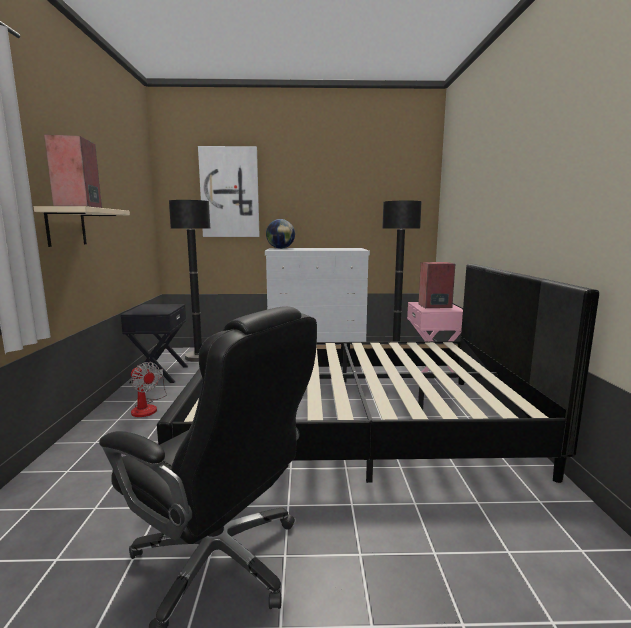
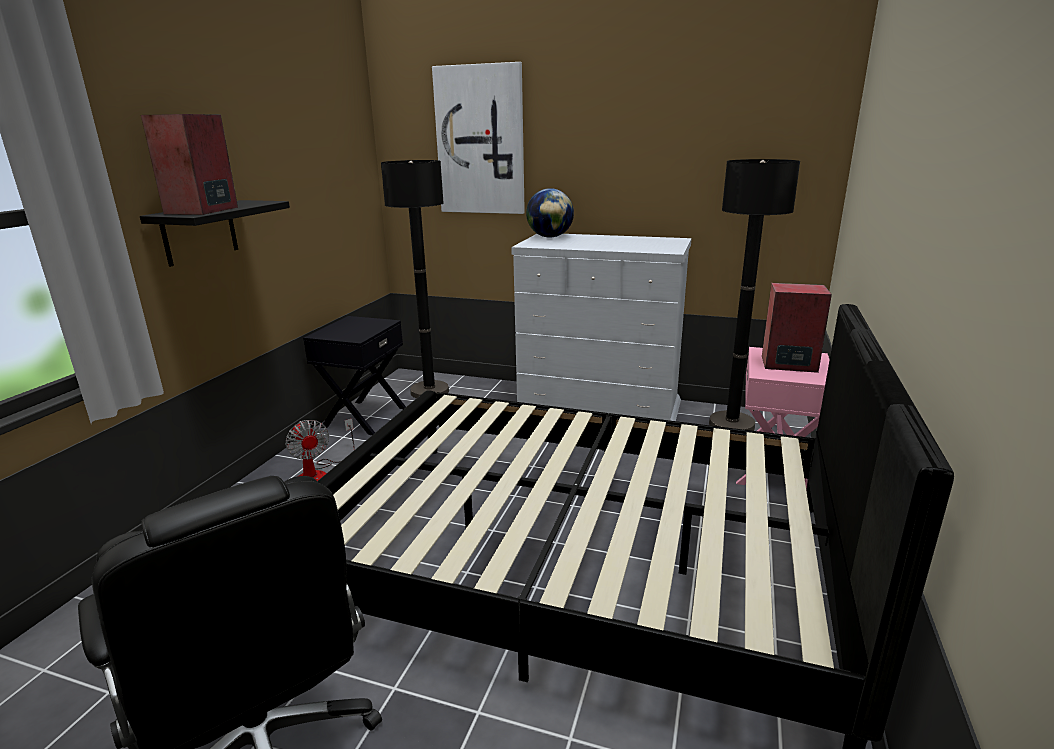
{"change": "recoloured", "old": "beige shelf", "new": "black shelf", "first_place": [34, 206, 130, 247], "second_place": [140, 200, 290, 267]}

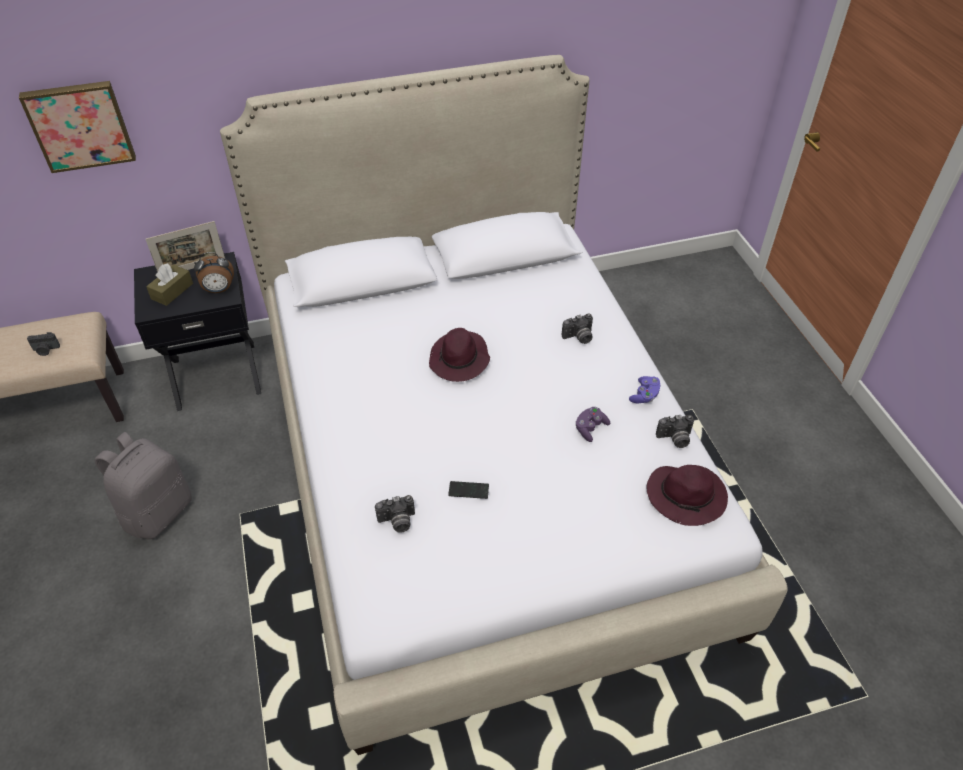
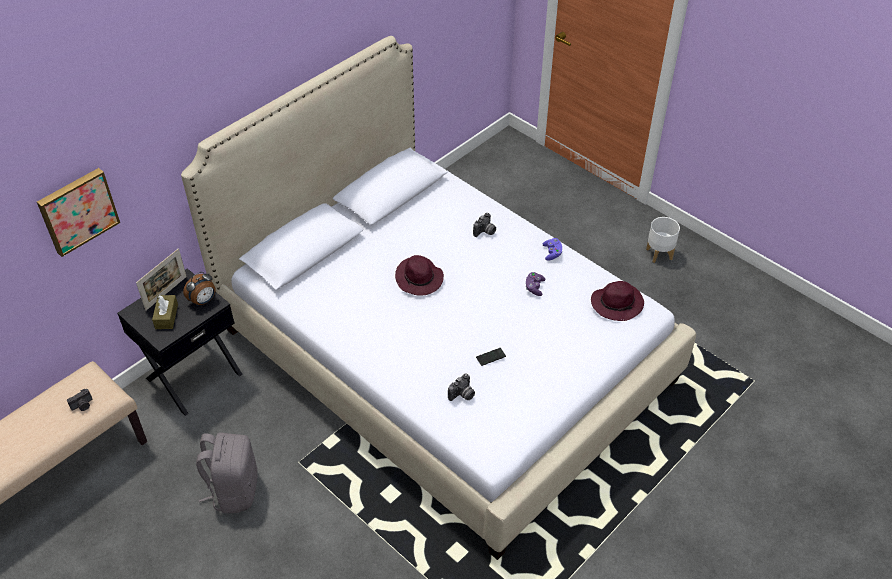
{"change": "removed", "old": "photo camera", "first_place": [656, 415, 694, 448]}
{"change": "added", "new": "white planter", "second_place": [646, 217, 680, 263]}

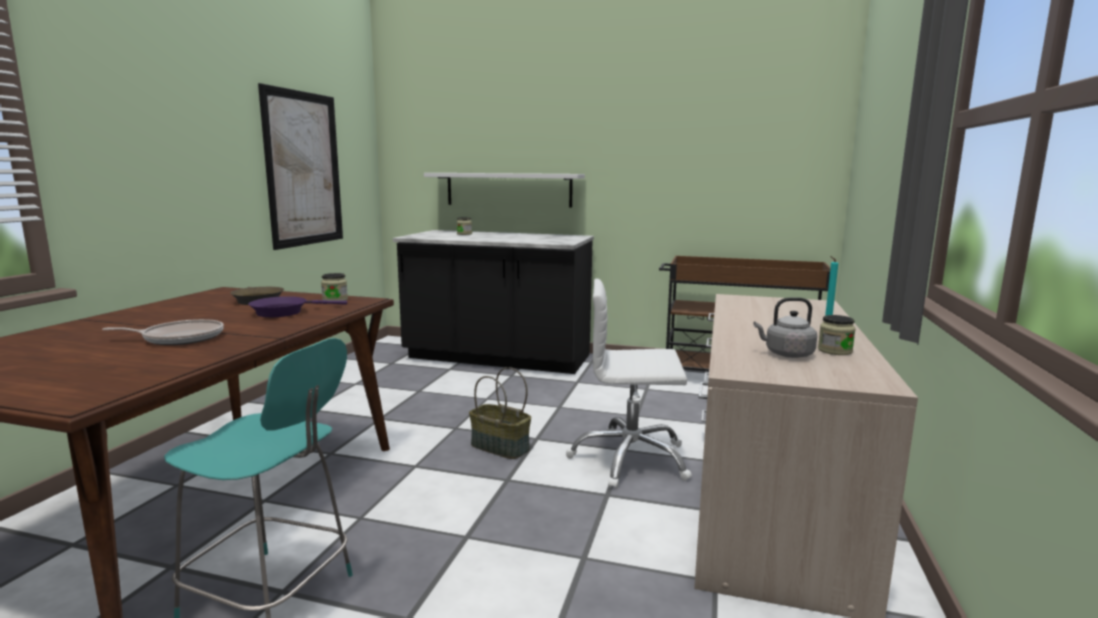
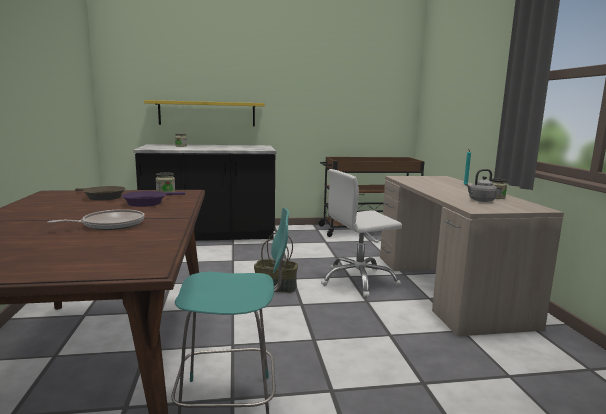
{"change": "removed", "old": "picture", "first_place": [258, 83, 343, 250]}
{"change": "recoloured", "old": "white shelf", "new": "yellow shelf", "first_place": [424, 173, 585, 208], "second_place": [144, 100, 265, 126]}

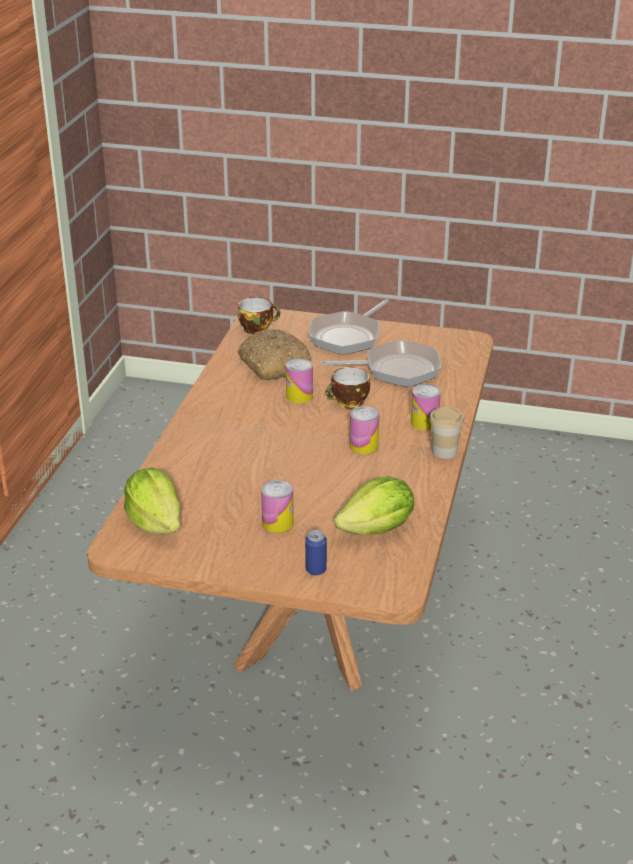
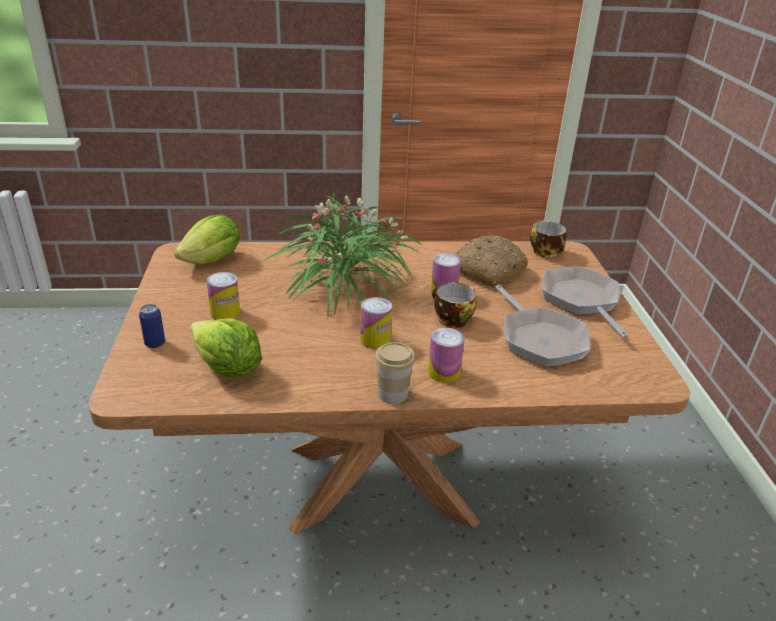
{"change": "turned", "old": "frying pan", "first_place": [309, 299, 389, 355], "second_place": [542, 266, 628, 338], "degrees": 60}
{"change": "added", "new": "potted plant", "second_place": [264, 192, 423, 318]}

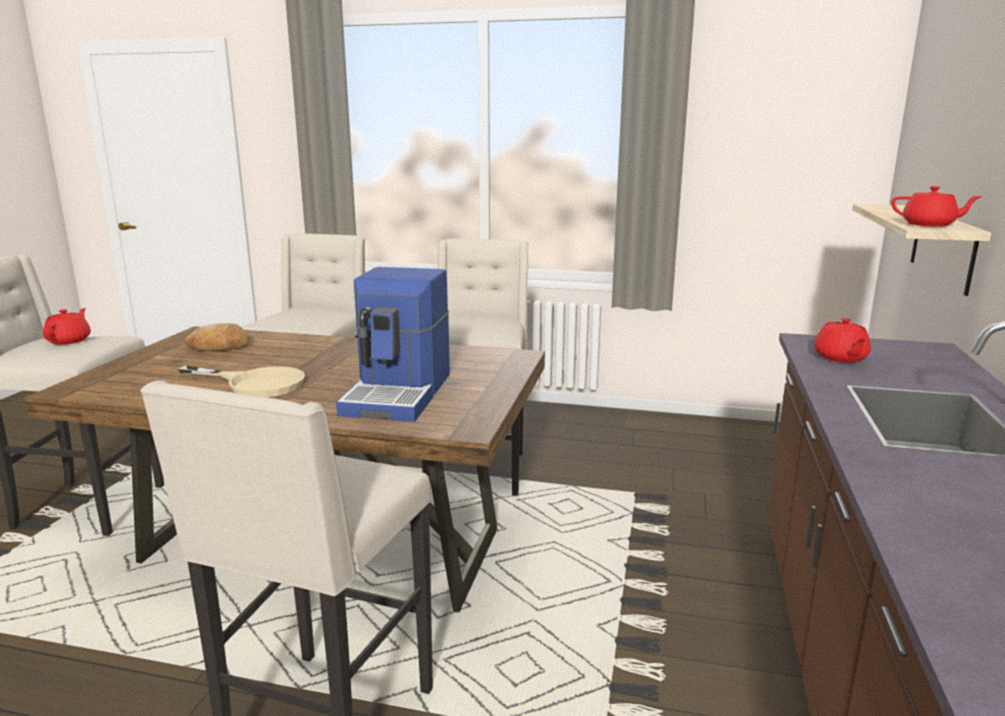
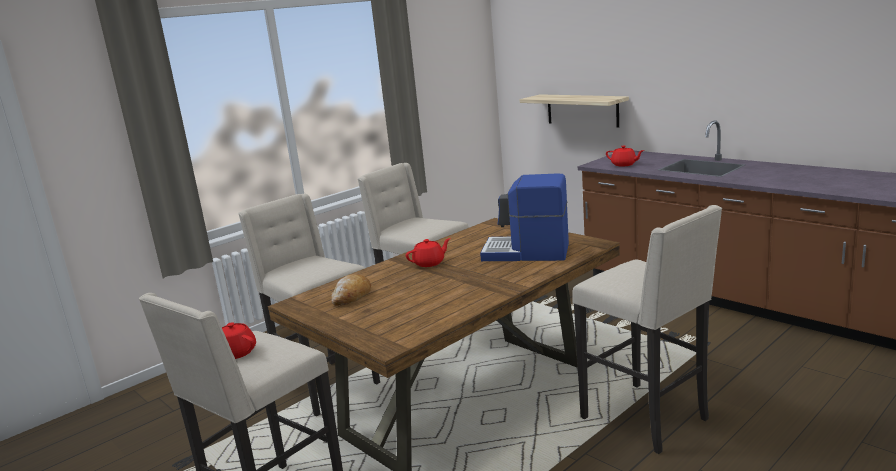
{"change": "moved", "old": "red teapot", "first_place": [891, 186, 983, 227], "second_place": [406, 238, 451, 267]}
{"change": "turned", "old": "coffee machine", "first_place": [336, 267, 450, 422], "second_place": [480, 173, 569, 261], "degrees": 150}
{"change": "removed", "old": "beige frying pan", "first_place": [178, 365, 305, 397]}

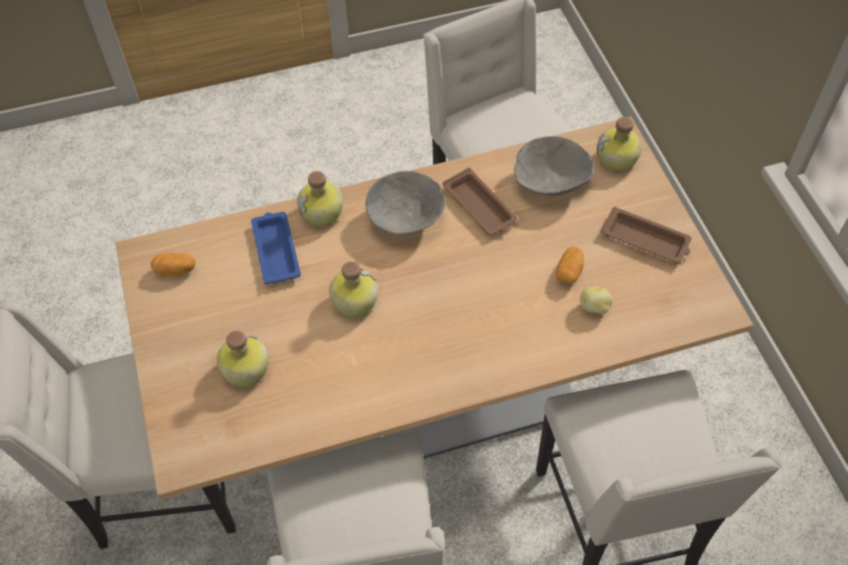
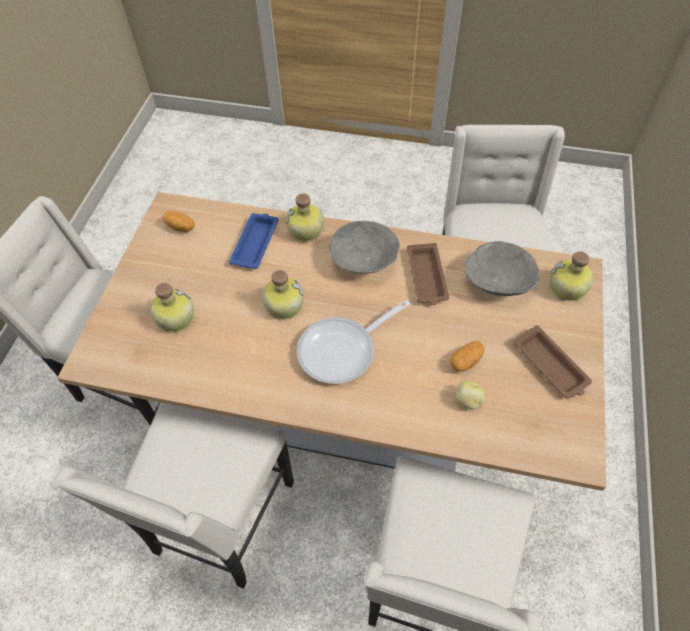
{"change": "added", "new": "frying pan", "second_place": [297, 300, 410, 384]}

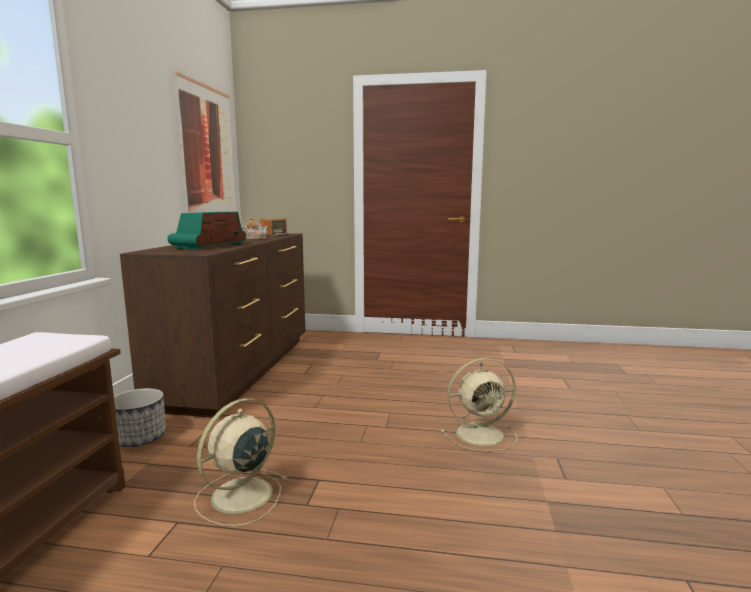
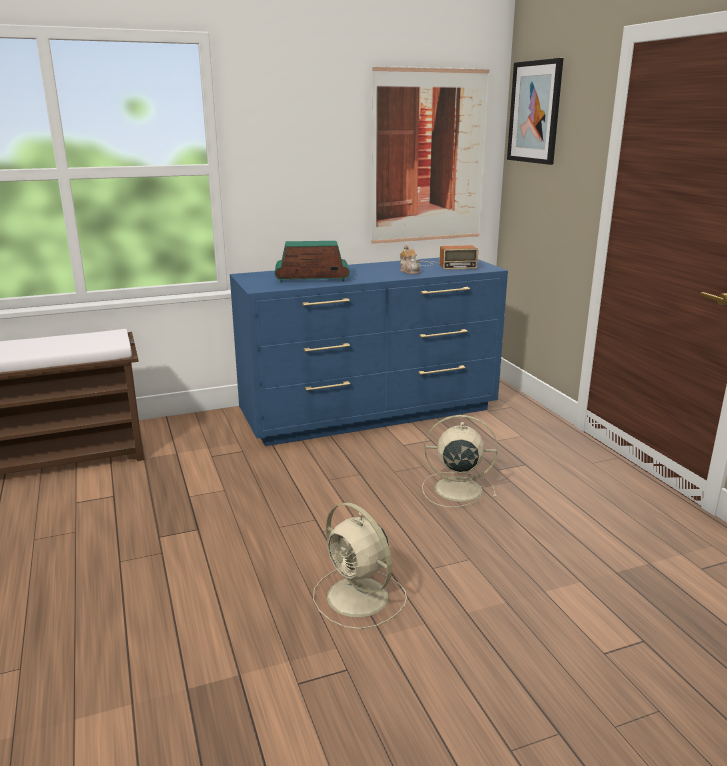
{"change": "recoloured", "old": "brown dresser", "new": "blue dresser", "first_place": [120, 233, 305, 418], "second_place": [230, 258, 508, 446]}
{"change": "removed", "old": "planter", "first_place": [114, 388, 166, 447]}
{"change": "moved", "old": "beige fan", "first_place": [194, 398, 288, 526], "second_place": [422, 415, 498, 508]}
{"change": "added", "new": "picture", "second_place": [507, 58, 563, 165]}

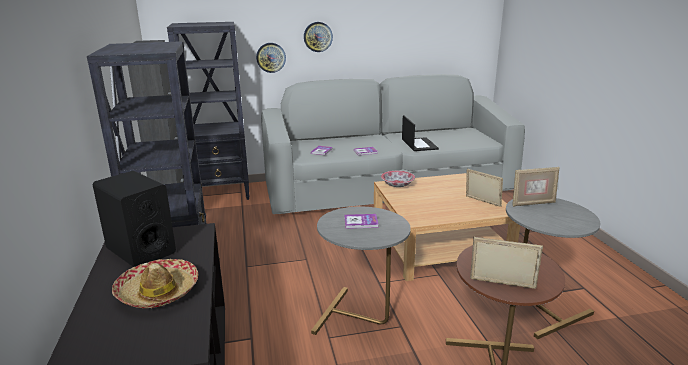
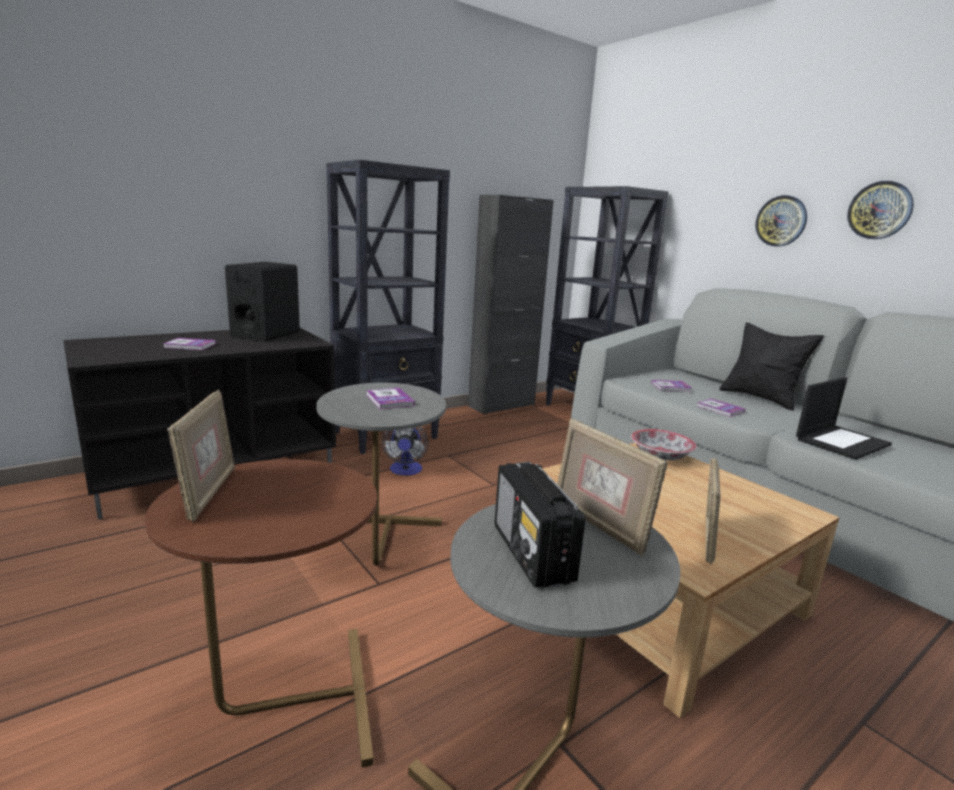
{"change": "moved", "old": "wall clock", "first_place": [256, 43, 286, 73], "second_place": [847, 181, 914, 239]}
{"change": "replaced", "old": "hat", "new": "book", "first_place": [112, 259, 198, 308], "second_place": [163, 338, 216, 350]}
{"change": "added", "new": "black pillow", "second_place": [719, 322, 824, 411]}
{"change": "added", "new": "fan", "second_place": [382, 426, 429, 475]}
{"change": "added", "new": "radio", "second_place": [495, 462, 585, 588]}

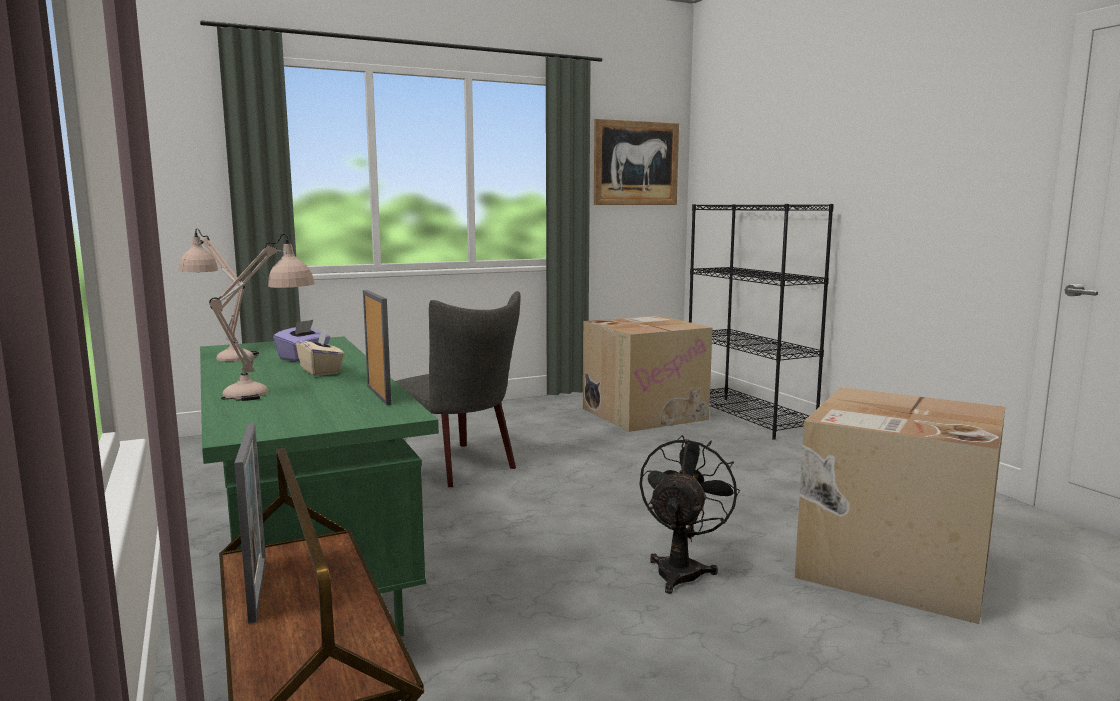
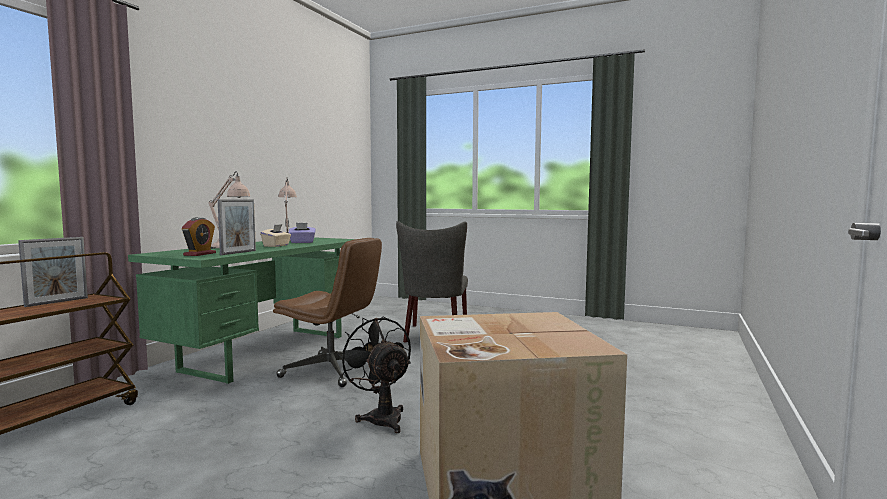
{"change": "removed", "old": "picture", "first_place": [594, 119, 679, 205]}
{"change": "removed", "old": "black bookcase", "first_place": [689, 204, 834, 440]}
{"change": "removed", "old": "cardboard box", "first_place": [583, 315, 713, 432]}
{"change": "turned", "old": "black fan", "first_place": [639, 435, 740, 594], "second_place": [337, 316, 411, 433], "degrees": -105}
{"change": "added", "new": "alarm clock", "second_place": [182, 217, 216, 256]}
{"change": "added", "new": "brown office chair", "second_place": [273, 238, 382, 387]}

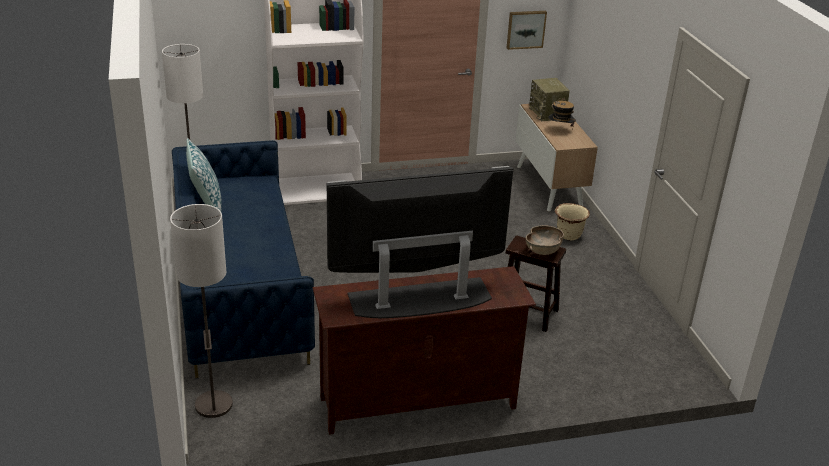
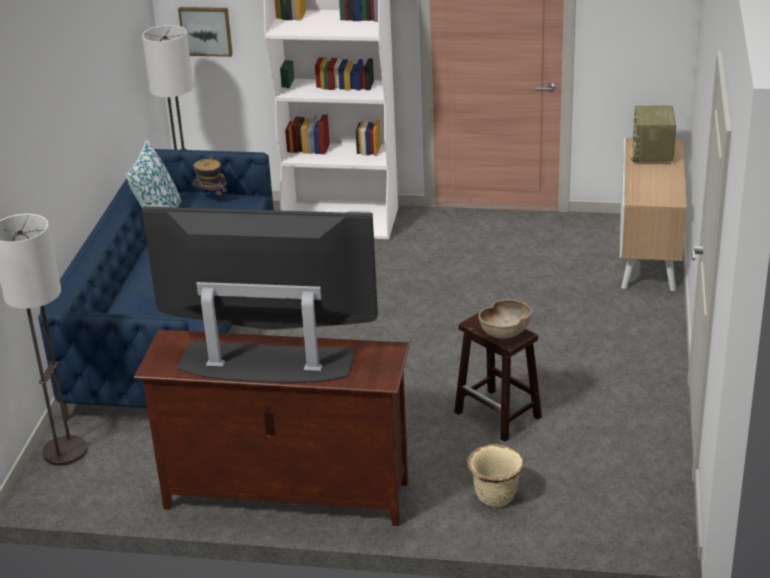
{"change": "moved", "old": "picture", "first_place": [507, 11, 547, 50], "second_place": [178, 7, 233, 57]}
{"change": "moved", "old": "hat", "first_place": [548, 98, 576, 126], "second_place": [192, 156, 227, 195]}
{"change": "moved", "old": "beige planter", "first_place": [555, 203, 590, 241], "second_place": [467, 444, 524, 507]}

